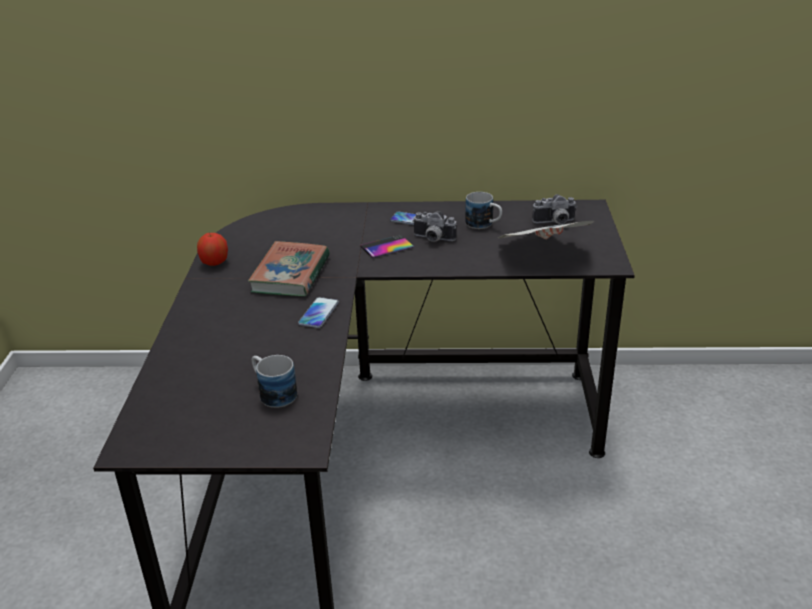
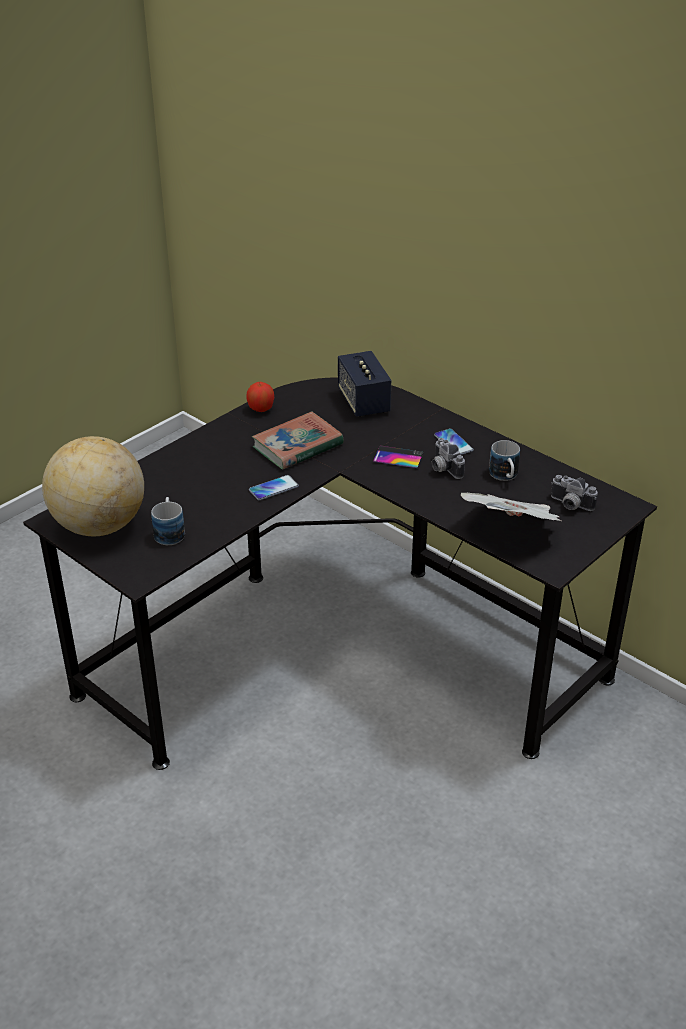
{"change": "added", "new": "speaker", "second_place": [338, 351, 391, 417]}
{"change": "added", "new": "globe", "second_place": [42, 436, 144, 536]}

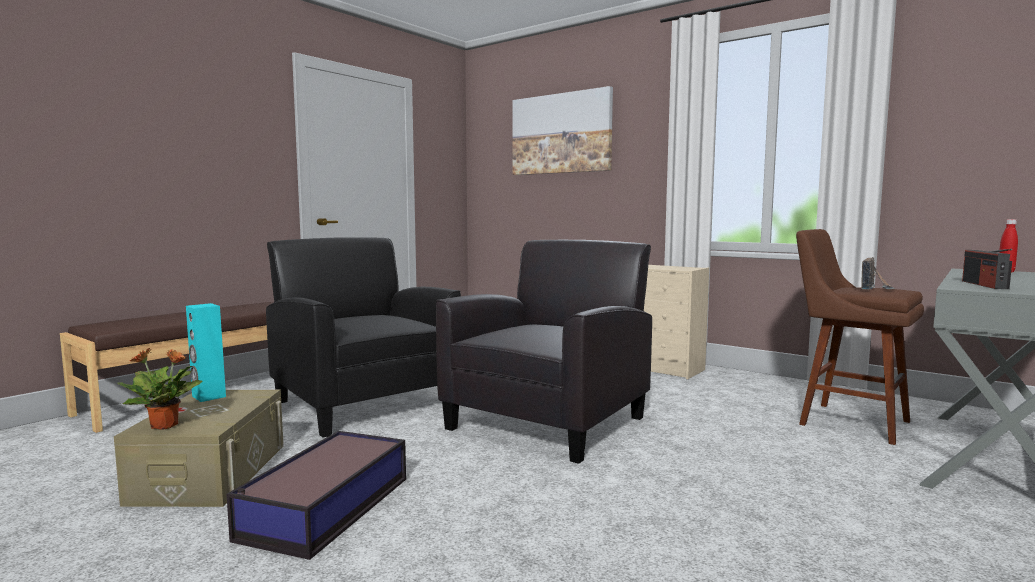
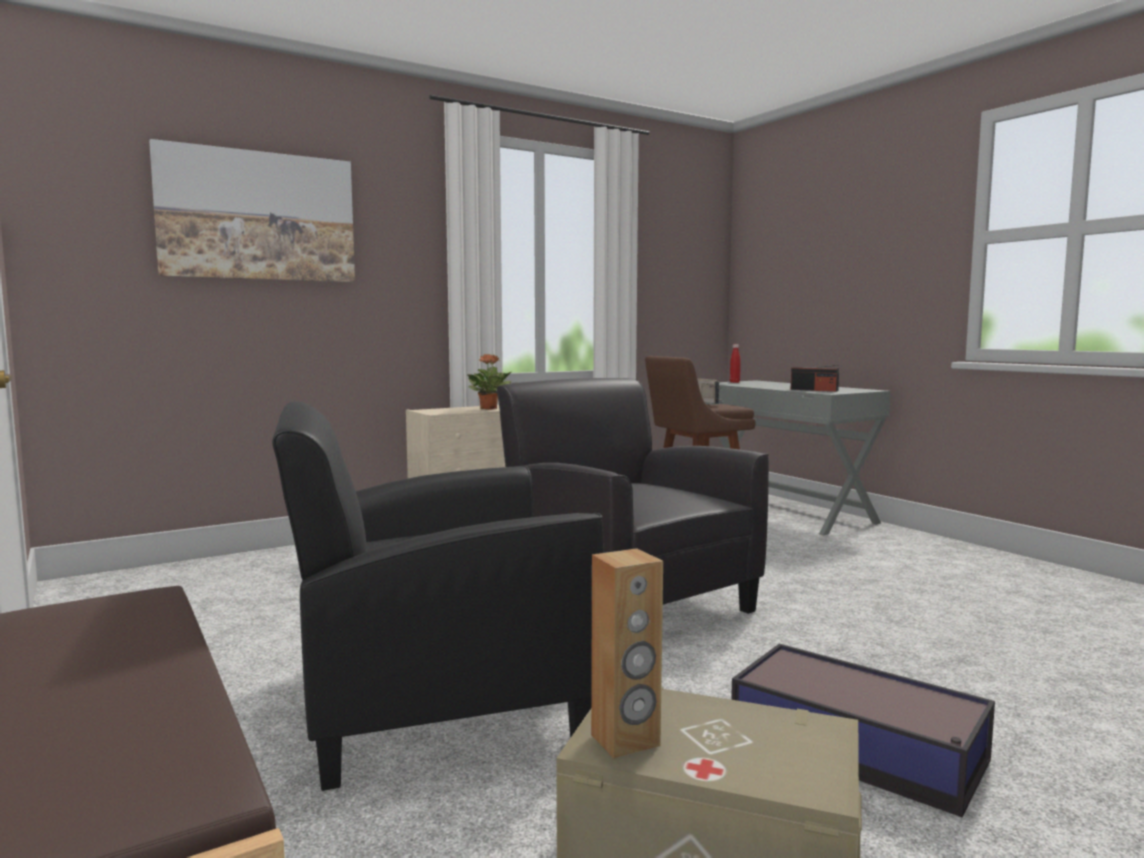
{"change": "recoloured", "old": "turquoise speaker", "new": "brown speaker", "first_place": [186, 303, 226, 402], "second_place": [591, 548, 663, 758]}
{"change": "moved", "old": "potted plant", "first_place": [117, 348, 203, 430], "second_place": [467, 354, 511, 410]}

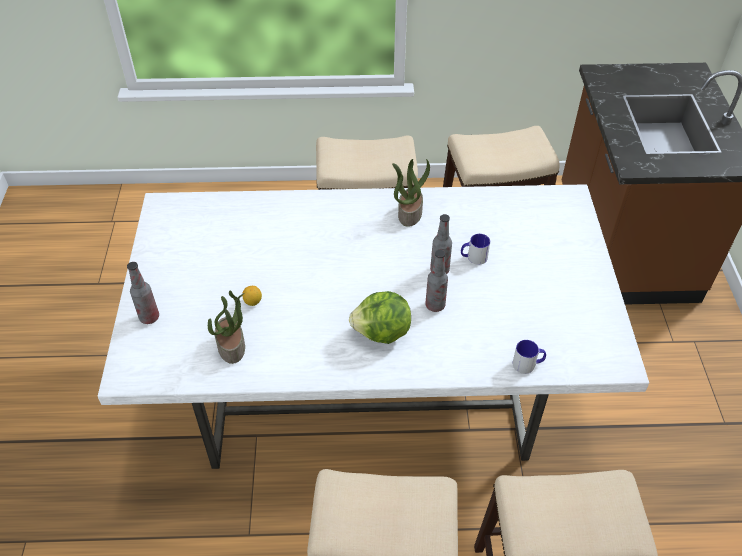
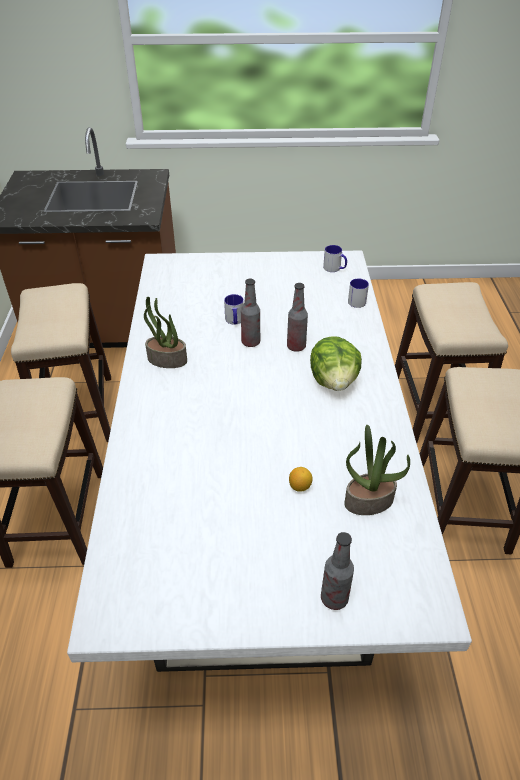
{"change": "added", "new": "mug", "second_place": [323, 245, 347, 272]}

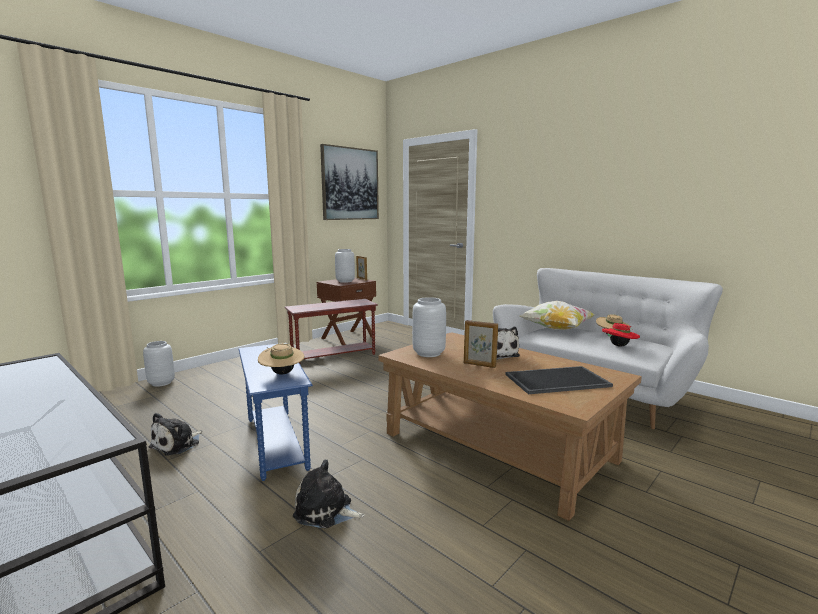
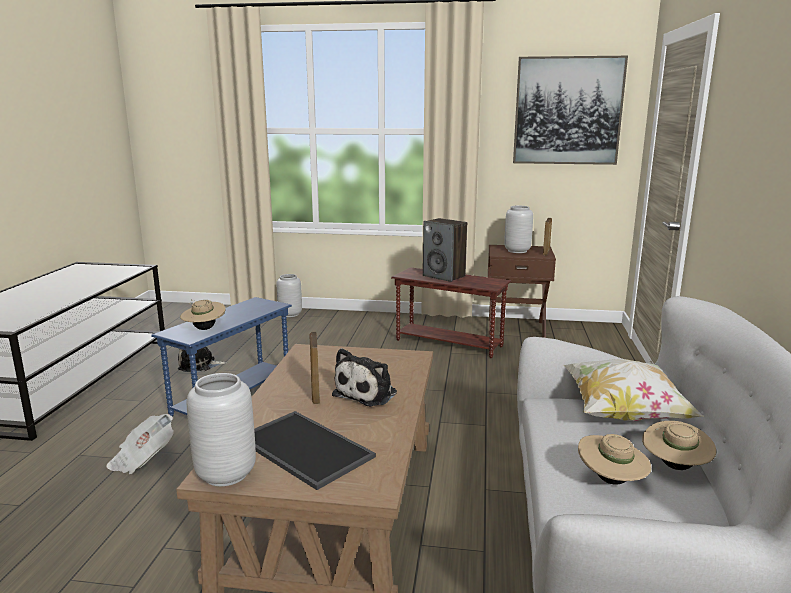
{"change": "moved", "old": "grey vase", "first_place": [412, 297, 446, 357], "second_place": [186, 373, 256, 486]}
{"change": "recoloured", "old": "red hat", "new": "beige hat", "first_place": [602, 323, 640, 346], "second_place": [578, 434, 652, 485]}
{"change": "replaced", "old": "plush toy", "new": "newspaper", "first_place": [293, 459, 365, 528], "second_place": [107, 414, 174, 474]}
{"change": "added", "new": "speaker", "second_place": [423, 218, 467, 282]}

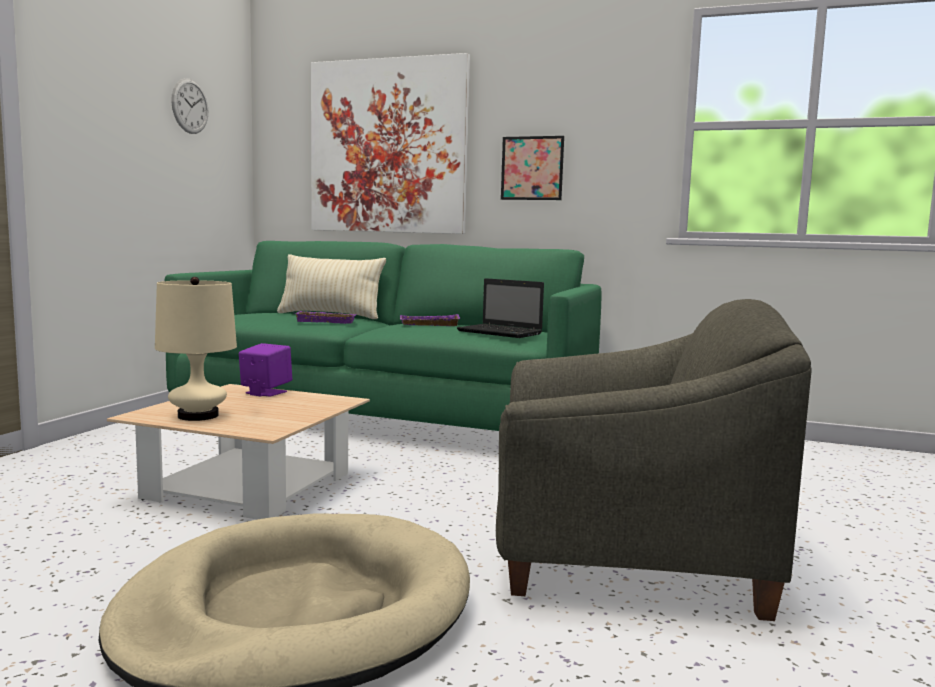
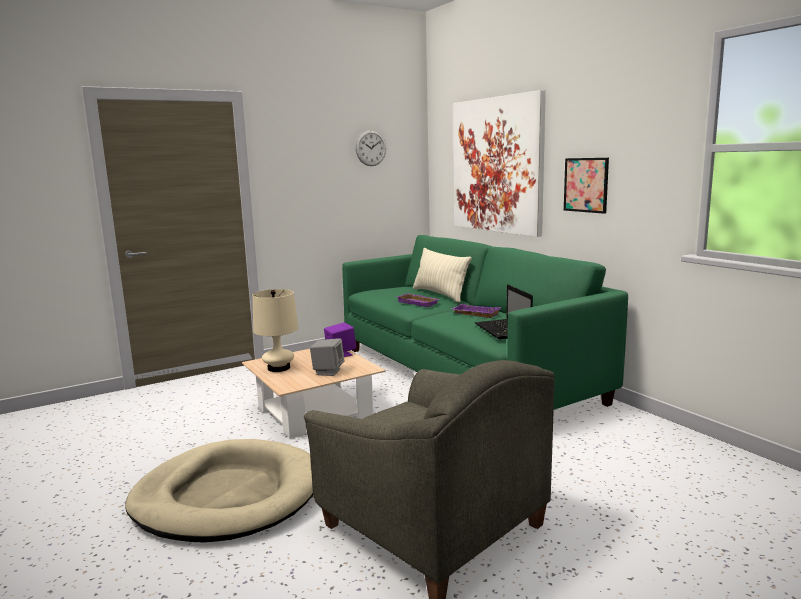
{"change": "added", "new": "grey speaker", "second_place": [310, 338, 344, 376]}

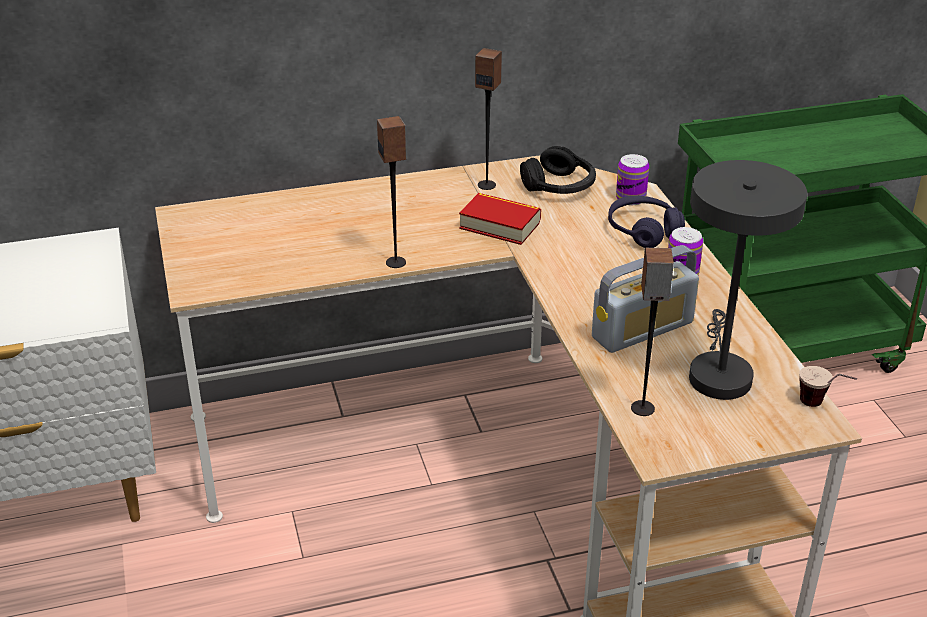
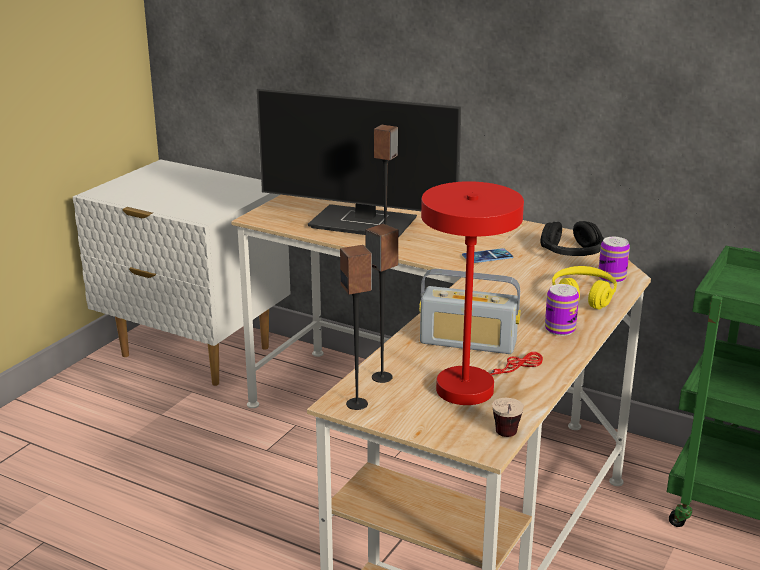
{"change": "moved", "old": "speaker", "first_place": [475, 48, 502, 190], "second_place": [340, 245, 372, 410]}
{"change": "recoloured", "old": "grey table lamp", "new": "red table lamp", "first_place": [689, 160, 807, 400], "second_place": [421, 181, 543, 405]}
{"change": "replaced", "old": "book", "new": "phone", "first_place": [459, 193, 541, 245], "second_place": [462, 248, 513, 263]}
{"change": "recoloured", "old": "purple headphones", "new": "yellow headphones", "first_place": [608, 196, 685, 248], "second_place": [552, 266, 617, 309]}
{"change": "added", "new": "monitor", "second_place": [257, 88, 461, 238]}

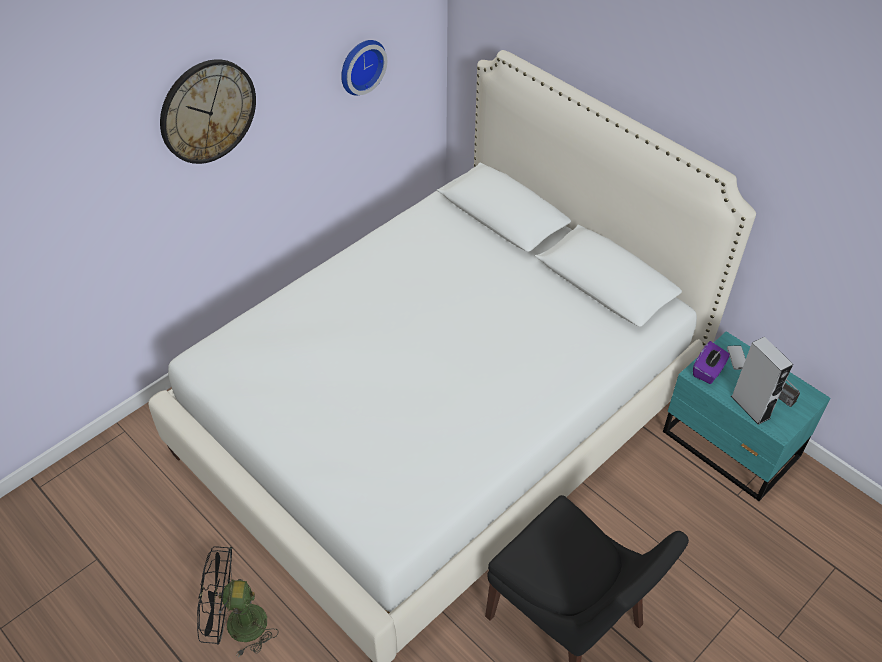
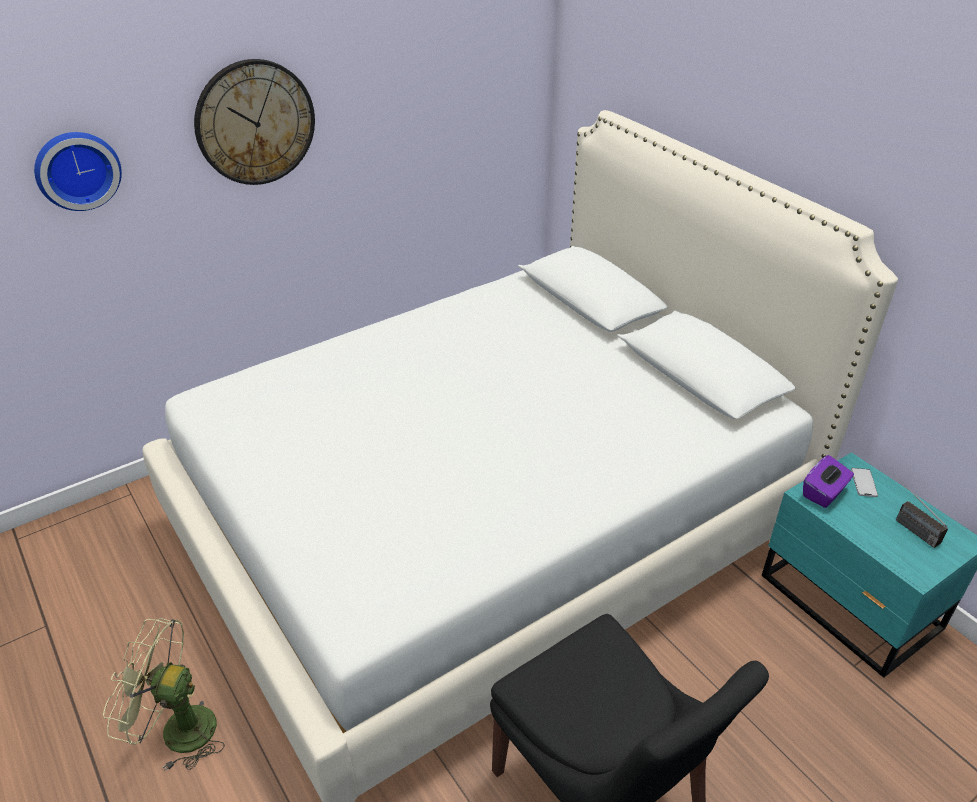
{"change": "moved", "old": "wall clock", "first_place": [341, 40, 387, 95], "second_place": [34, 132, 122, 211]}
{"change": "removed", "old": "grey speaker", "first_place": [731, 337, 793, 425]}
{"change": "recoloured", "old": "black fan", "new": "green fan", "first_place": [197, 546, 279, 657], "second_place": [103, 618, 225, 771]}

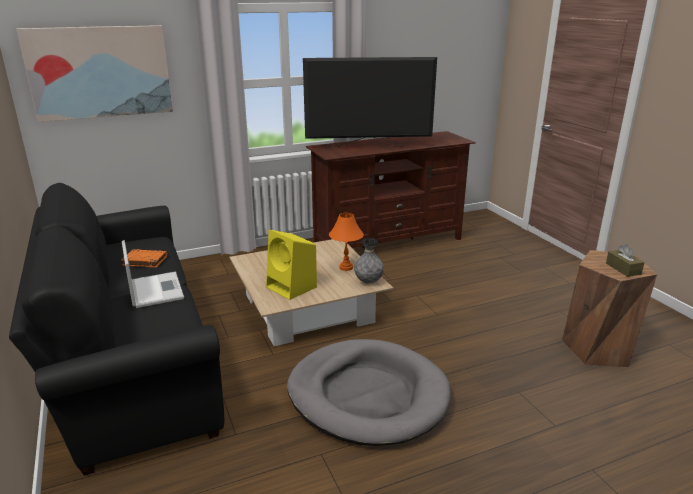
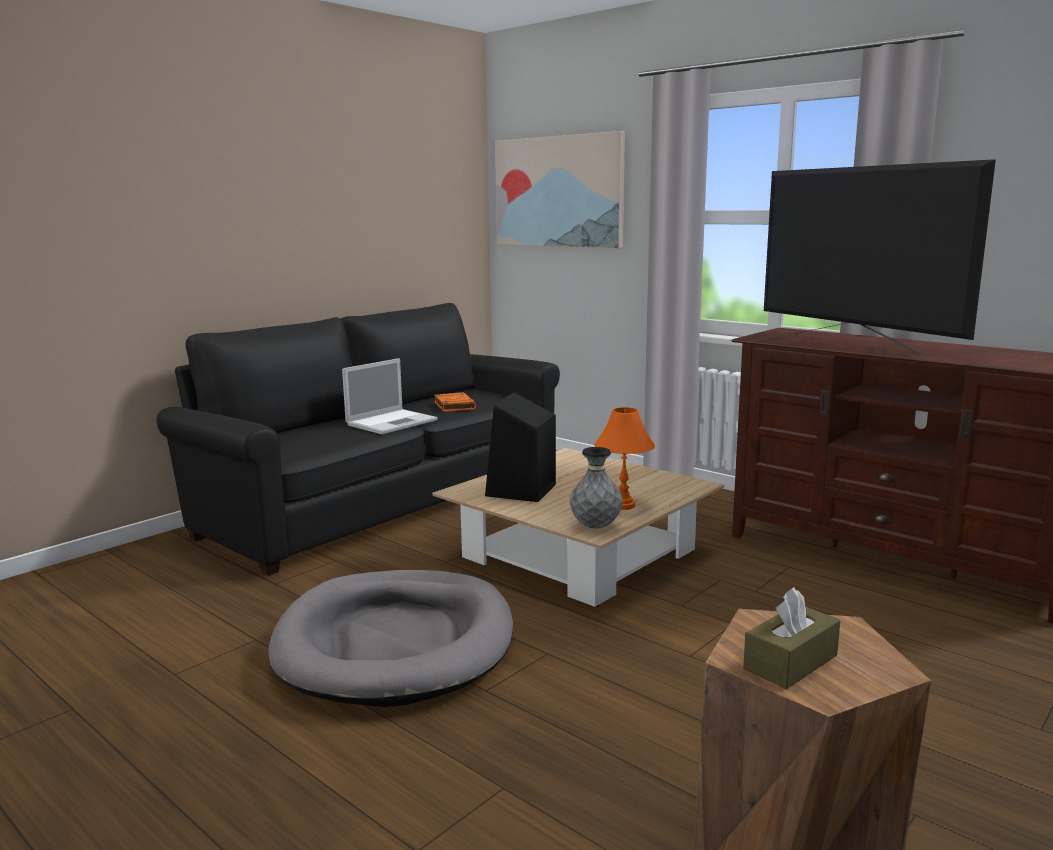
{"change": "recoloured", "old": "yellow speaker", "new": "black speaker", "first_place": [266, 230, 317, 300], "second_place": [485, 392, 556, 502]}

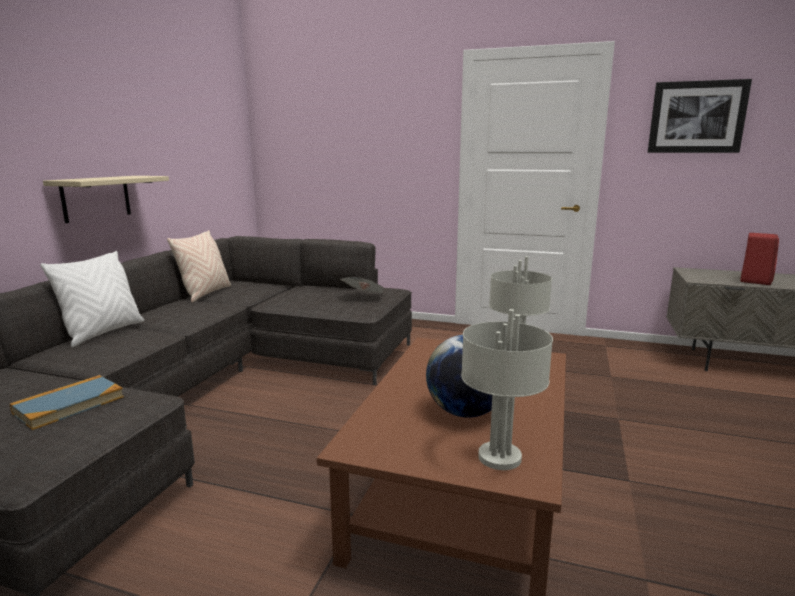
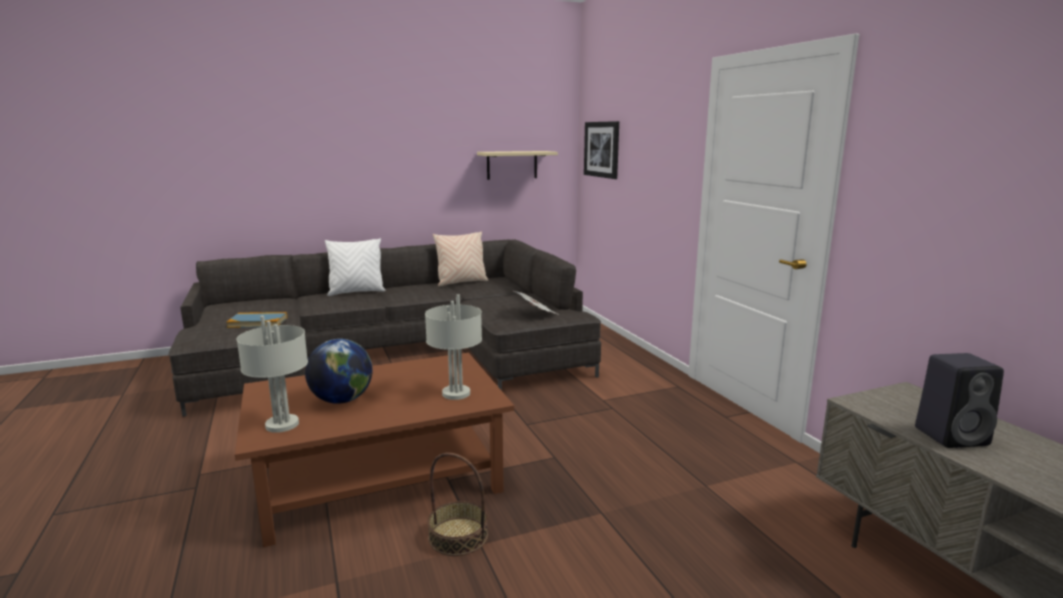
{"change": "moved", "old": "picture", "first_place": [648, 79, 752, 153], "second_place": [584, 121, 619, 179]}
{"change": "moved", "old": "beige shelf", "first_place": [43, 176, 169, 223], "second_place": [477, 151, 558, 180]}
{"change": "recoloured", "old": "red speaker", "new": "black speaker", "first_place": [740, 233, 779, 285], "second_place": [915, 353, 1004, 448]}
{"change": "added", "new": "basket", "second_place": [428, 453, 488, 556]}

